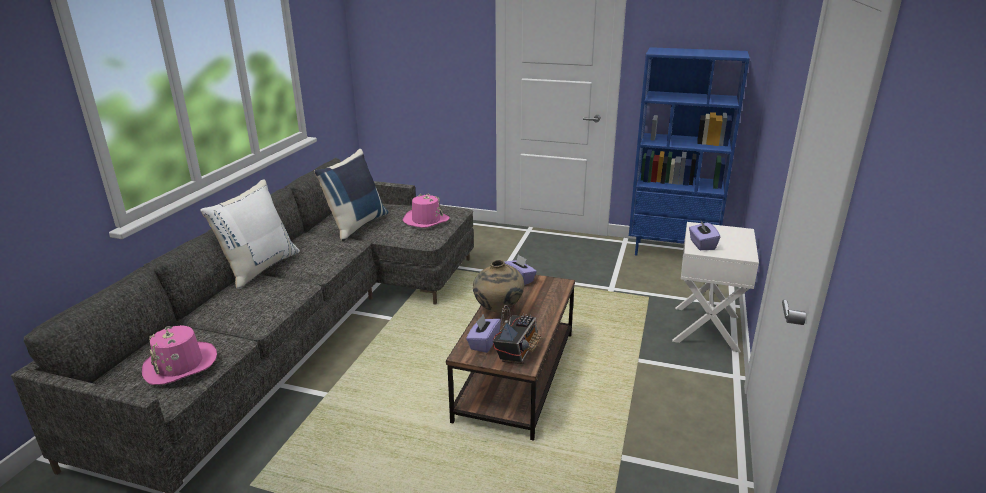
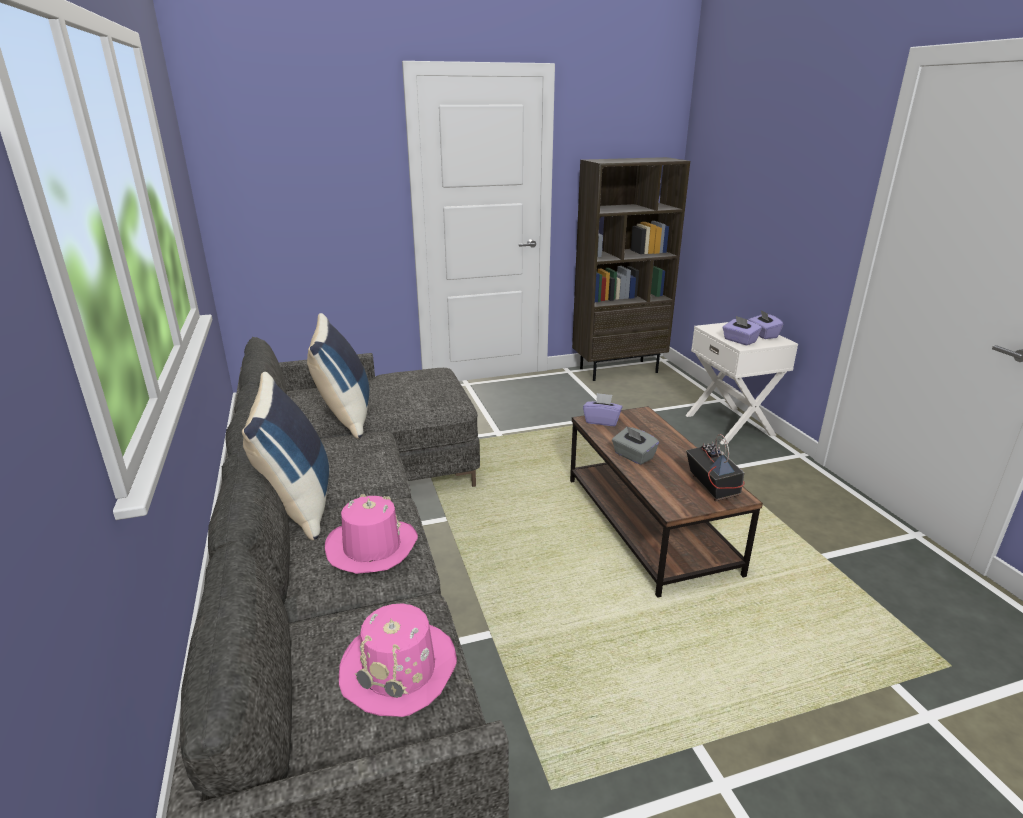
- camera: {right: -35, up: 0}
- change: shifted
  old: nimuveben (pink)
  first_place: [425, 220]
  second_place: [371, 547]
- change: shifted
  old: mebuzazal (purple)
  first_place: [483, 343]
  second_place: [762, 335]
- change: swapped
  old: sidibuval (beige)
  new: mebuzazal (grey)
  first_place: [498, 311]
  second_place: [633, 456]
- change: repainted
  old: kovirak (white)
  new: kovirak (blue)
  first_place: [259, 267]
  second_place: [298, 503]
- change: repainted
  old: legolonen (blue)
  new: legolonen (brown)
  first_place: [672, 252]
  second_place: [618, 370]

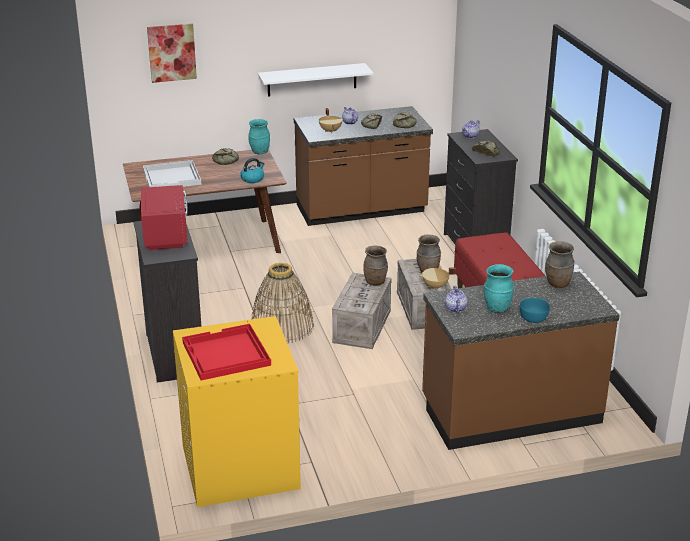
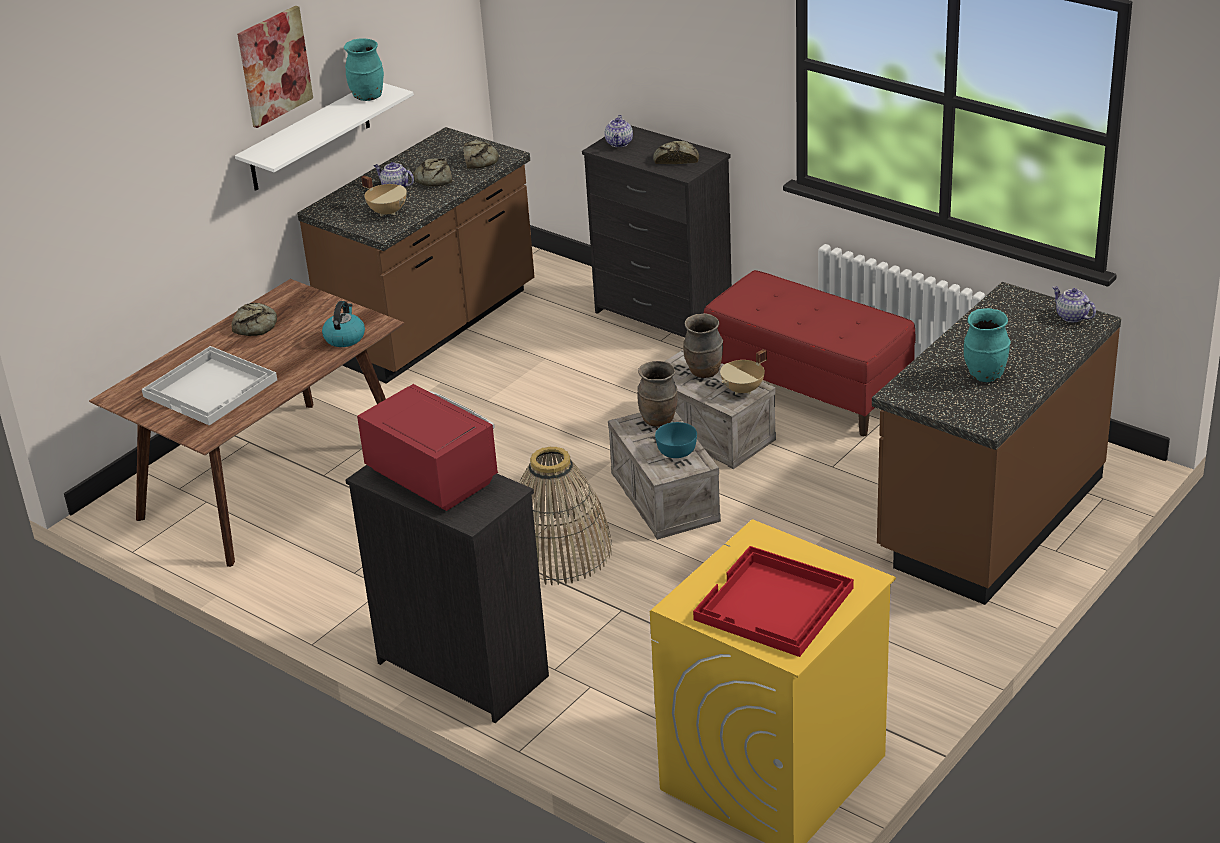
- camera: {right: -35, up: 5}
- change: gone
  old: sidibuval (brown)
  first_place: [558, 284]
- change: shifted
  old: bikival
  first_place: [172, 52]
  second_place: [274, 66]
- change: shifted
  old: sidibuval (turquoise)
  first_place: [260, 152]
  second_place: [368, 97]
- change: shifted
  old: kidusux
  first_place: [455, 308]
  second_place: [1071, 316]
- change: shifted
  old: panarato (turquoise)
  first_place: [533, 318]
  second_place: [676, 451]

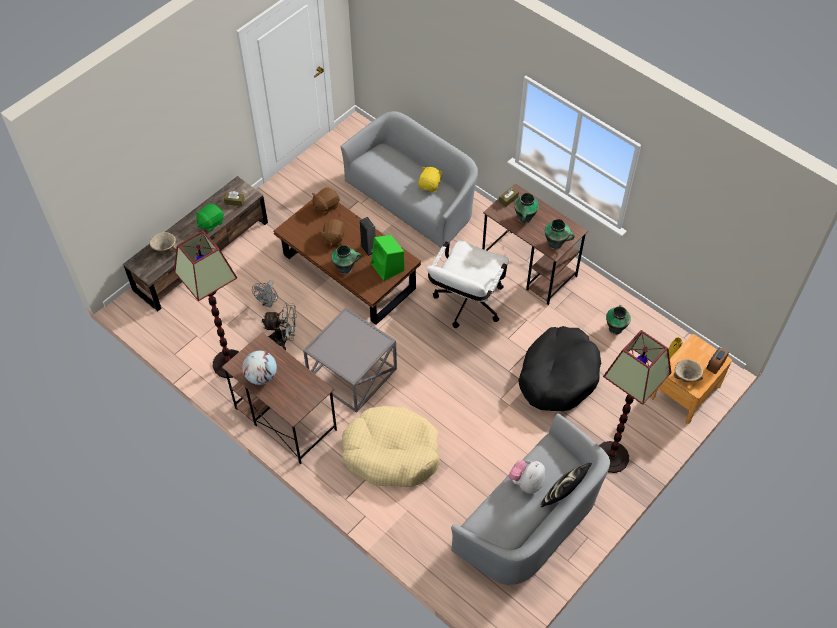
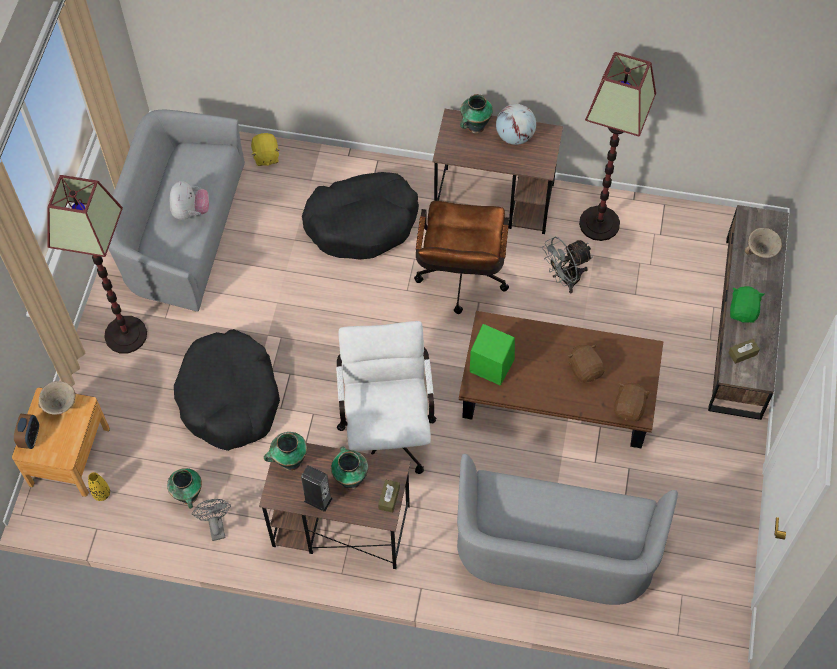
- camera: {right: 150, up: 5}
- change: gone
  old: kovirak
  first_place: [563, 495]
- change: shifted
  old: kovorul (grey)
  first_place: [268, 303]
  second_place: [215, 526]
- change: shifted
  old: sidibuval
  first_place: [346, 269]
  second_place: [475, 127]
- change: shifted
  old: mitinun
  first_place: [368, 248]
  second_place: [318, 500]
- change: shifted
  old: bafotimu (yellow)
  first_place: [430, 185]
  second_place: [266, 156]
- change: swapped
  old: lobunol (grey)
  new: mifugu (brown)
  first_place: [353, 373]
  second_place: [461, 281]
- change: repainted
  old: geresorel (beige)
  new: geresorel (black)
  first_place: [391, 453]
  second_place: [362, 223]

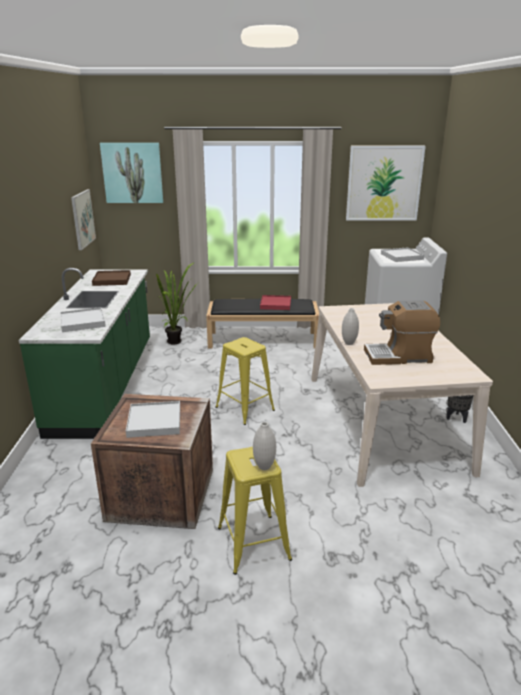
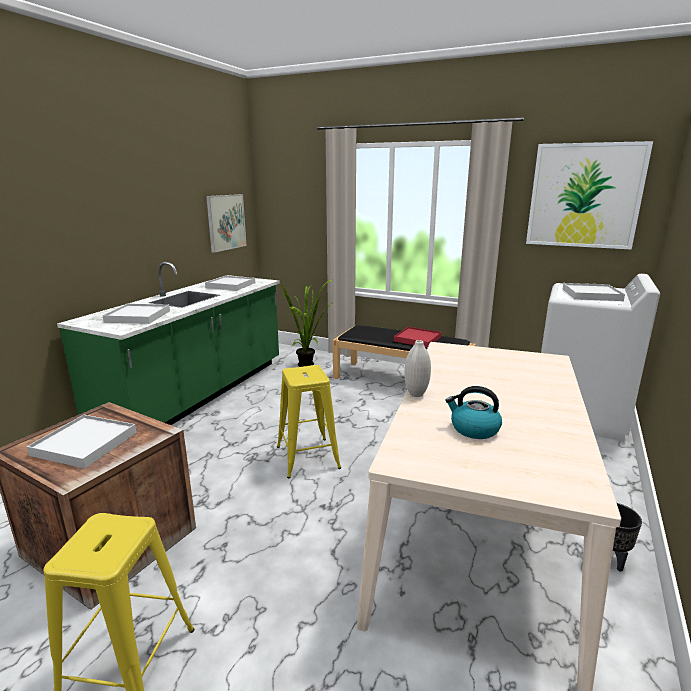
- camera: {right: 25, up: -5}
- change: gone
  old: bikival
  first_place: [132, 173]
- change: gone
  old: sidibuval (white)
  first_place: [264, 466]
- change: swapped
  old: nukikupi
  new: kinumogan
  first_place: [399, 356]
  second_place: [474, 429]
- change: repainted
  old: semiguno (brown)
  new: semiguno (white)
  first_place: [112, 280]
  second_place: [230, 285]

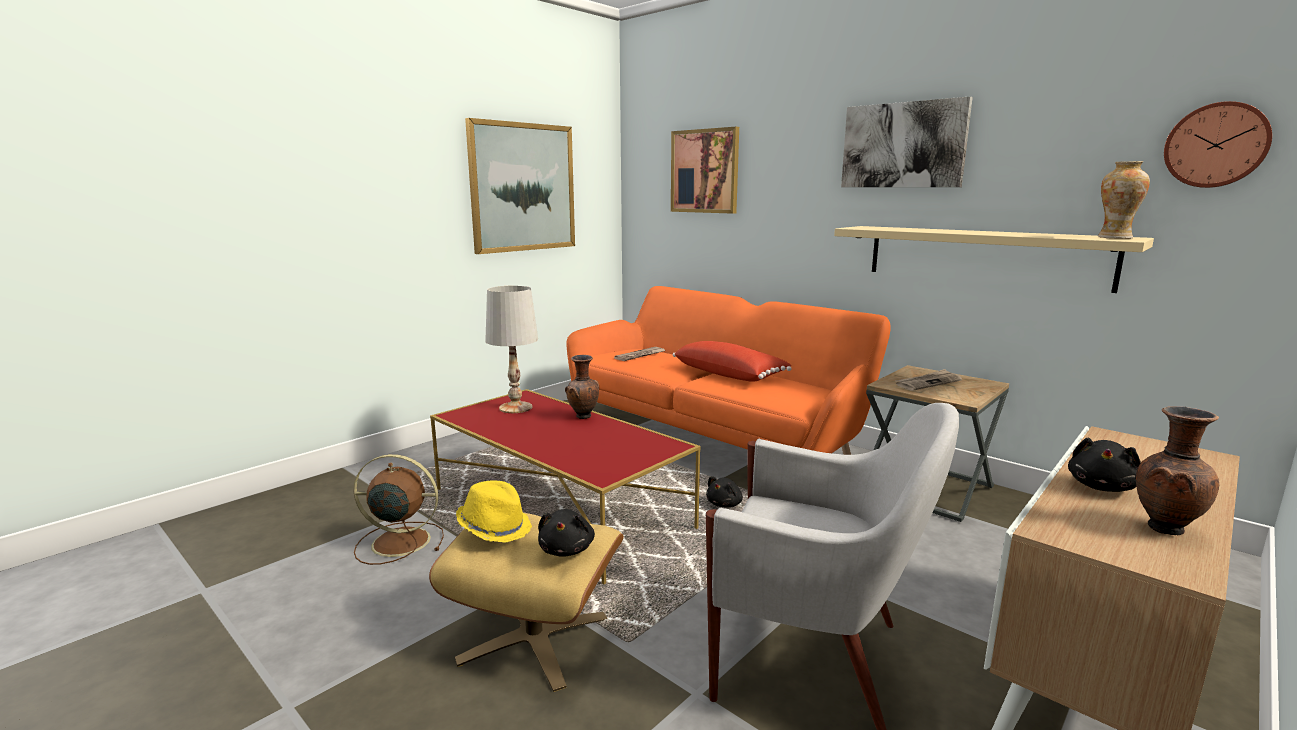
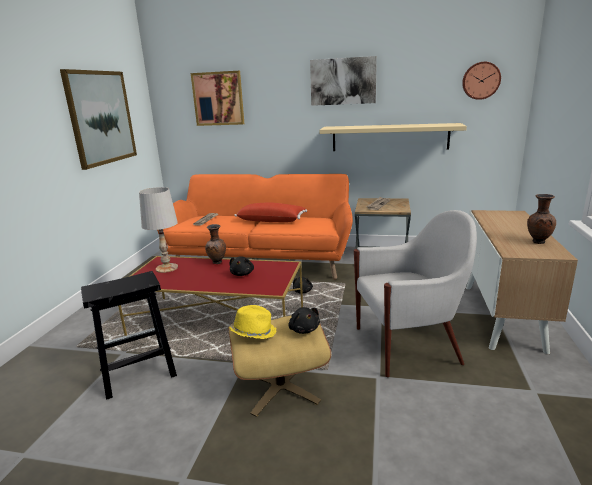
- camera: {right: -30, up: 5}
- change: gone
  old: sidibuval
  first_place: [1115, 237]
- change: shifted
  old: bafotimu (black)
  first_place: [1102, 487]
  second_place: [242, 274]
- change: swapped
  old: kovorul (brown)
  new: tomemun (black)
  first_place: [398, 542]
  second_place: [137, 373]

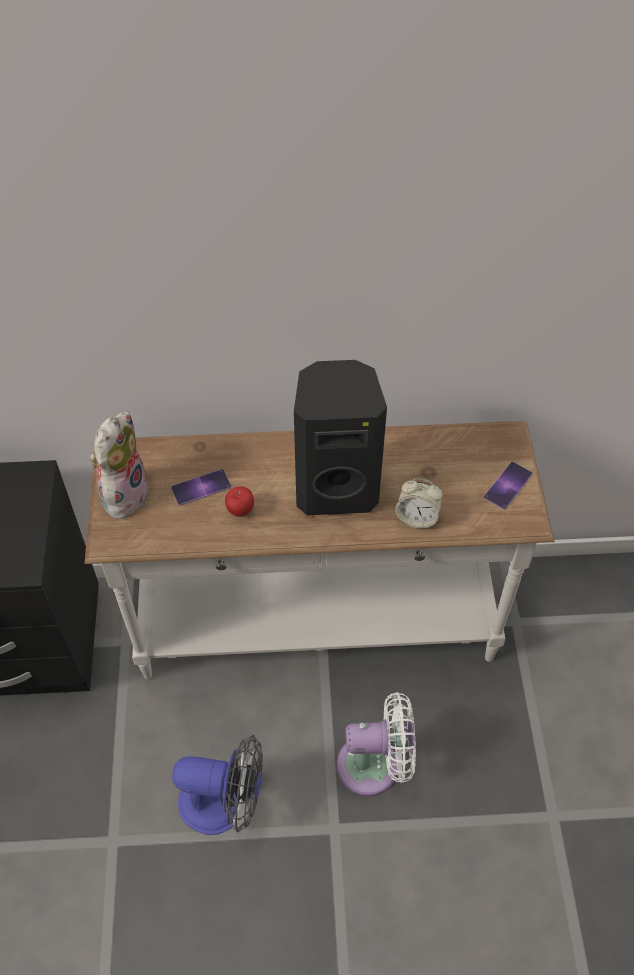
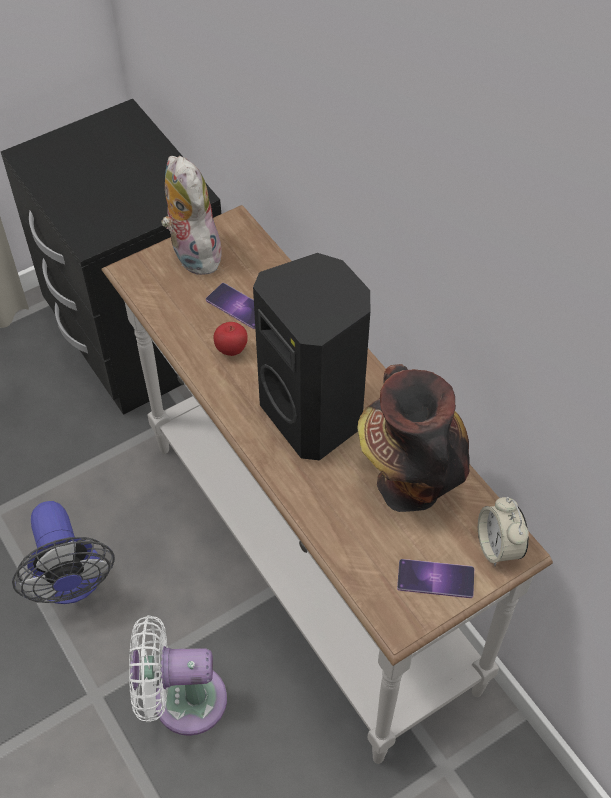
- camera: {right: 60, up: 0}
- change: new
  new: sidibuval
  second_place: [407, 483]
- change: shifted
  old: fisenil
  first_place: [417, 518]
  second_place: [498, 547]
- change: rotated
  old: bafotimu
  first_place: [123, 493]
  second_place: [192, 254]
  degrees: -105
- change: rotated
  old: kovorul (white)
  first_place: [375, 765]
  second_place: [181, 700]
  degrees: 120

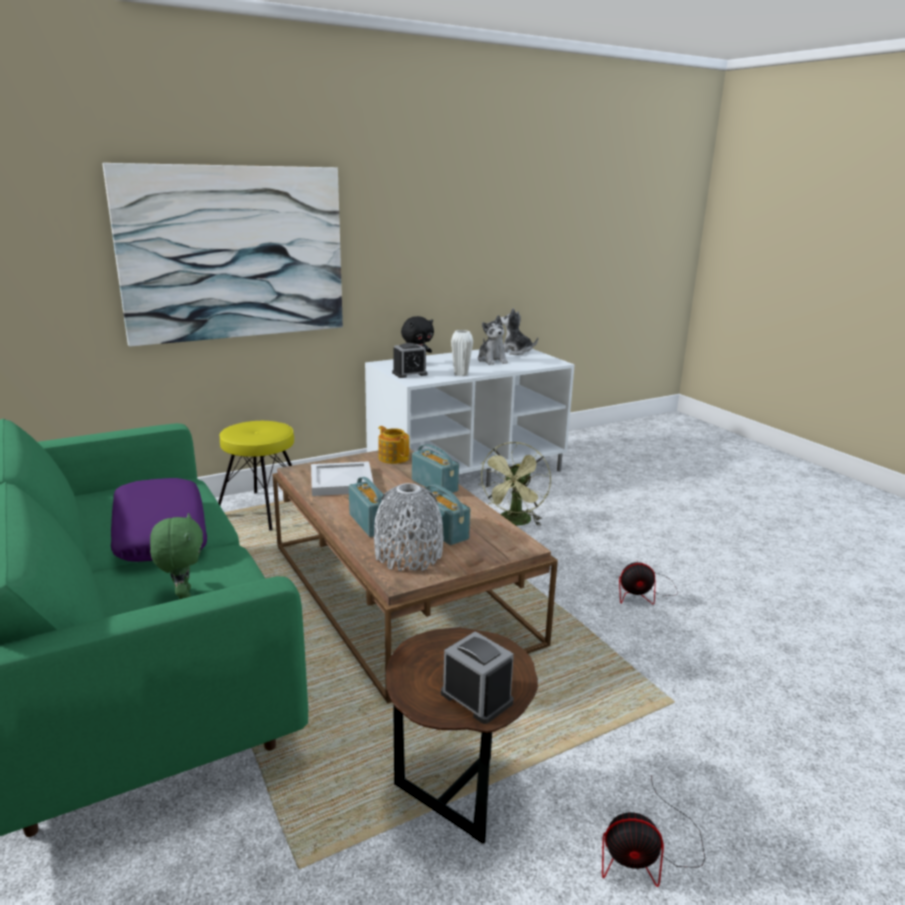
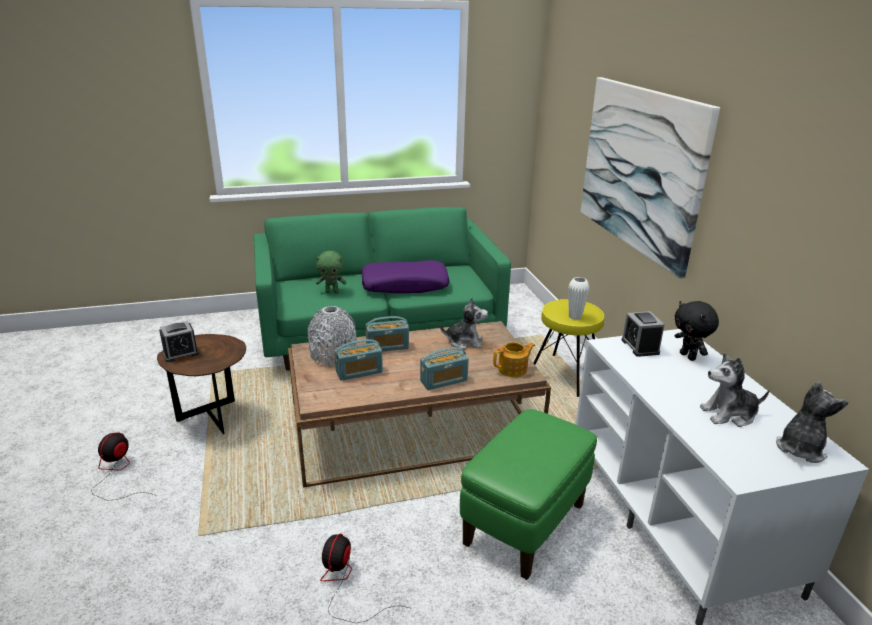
- camera: {right: 105, up: 5}
- change: shifted
  old: sidibuval (white)
  first_place: [461, 374]
  second_place: [575, 316]
- change: swapped
  old: semiguno (white)
  new: bafotimu
  first_place: [340, 482]
  second_place: [464, 342]
- change: swapped
  old: kovorul (green)
  new: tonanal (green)
  first_place: [514, 522]
  second_place: [524, 525]

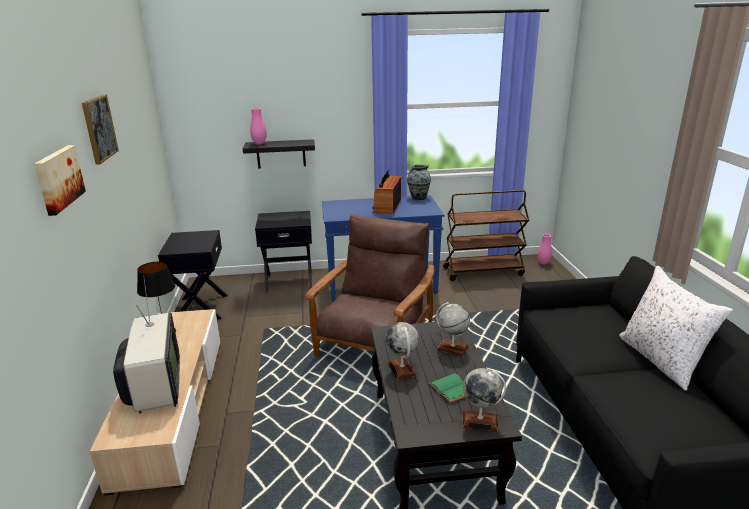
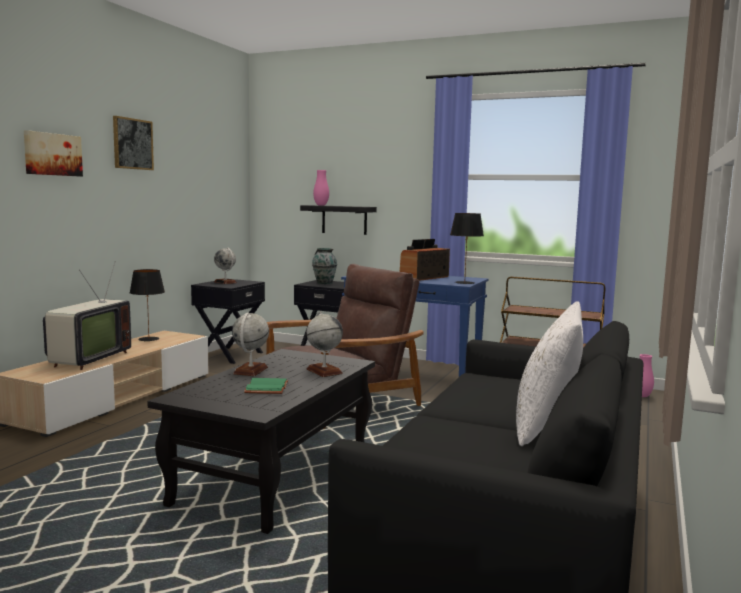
- camera: {right: 30, up: -15}
- change: new
  new: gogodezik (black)
  second_place: [464, 282]
- change: shifted
  old: sidibuval
  first_place: [418, 198]
  second_place: [324, 283]
- change: shifted
  old: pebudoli
  first_place: [480, 421]
  second_place: [225, 282]

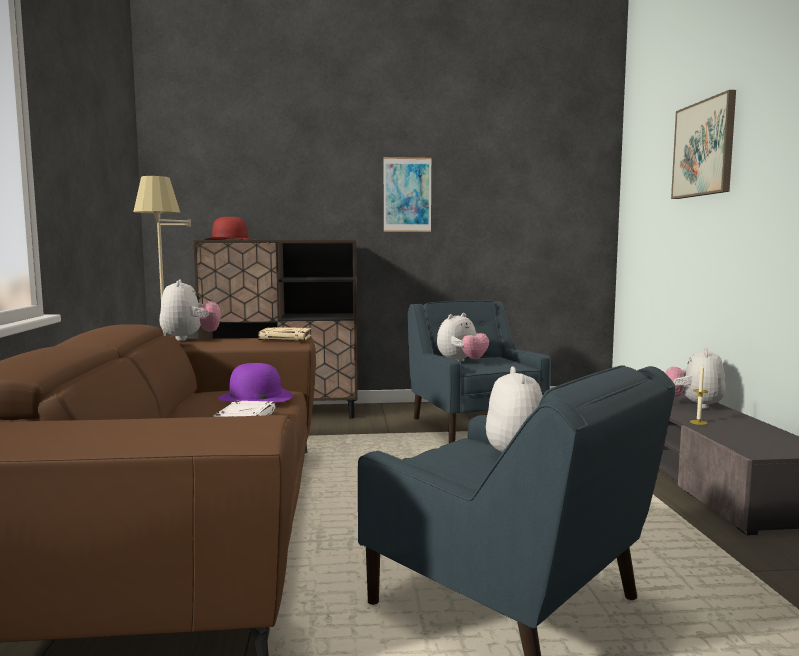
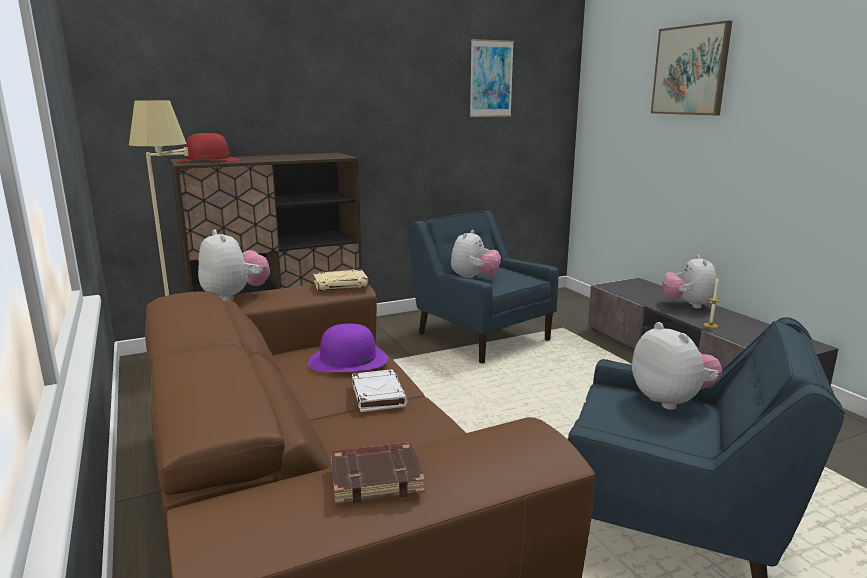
- camera: {right: -20, up: 10}
- change: new
  new: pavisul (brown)
  second_place: [376, 477]
- change: shifted
  old: bikival
  first_place: [407, 195]
  second_place: [491, 79]

